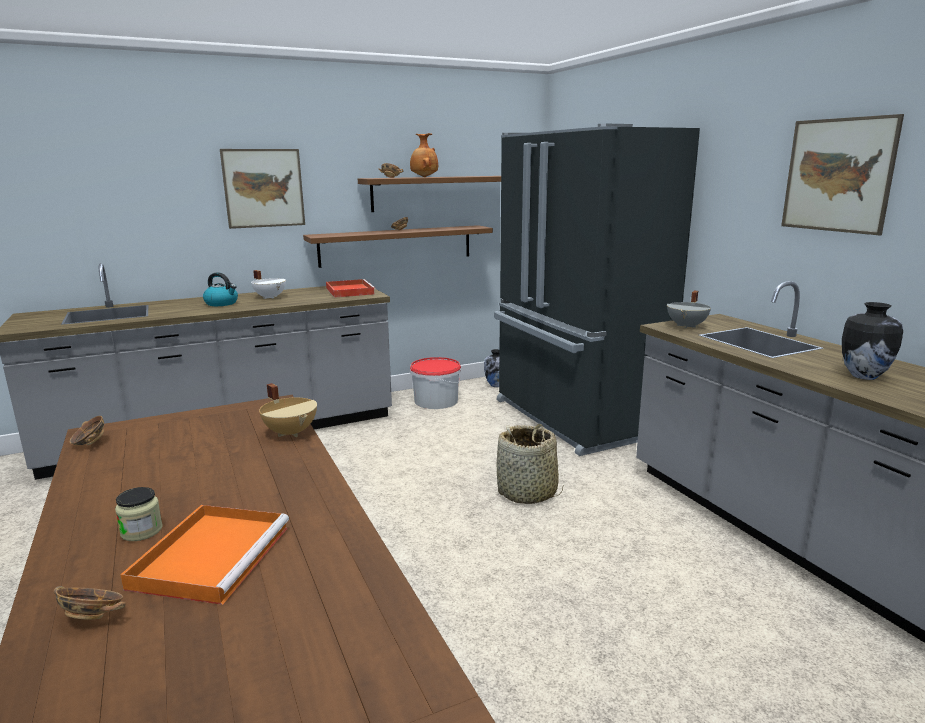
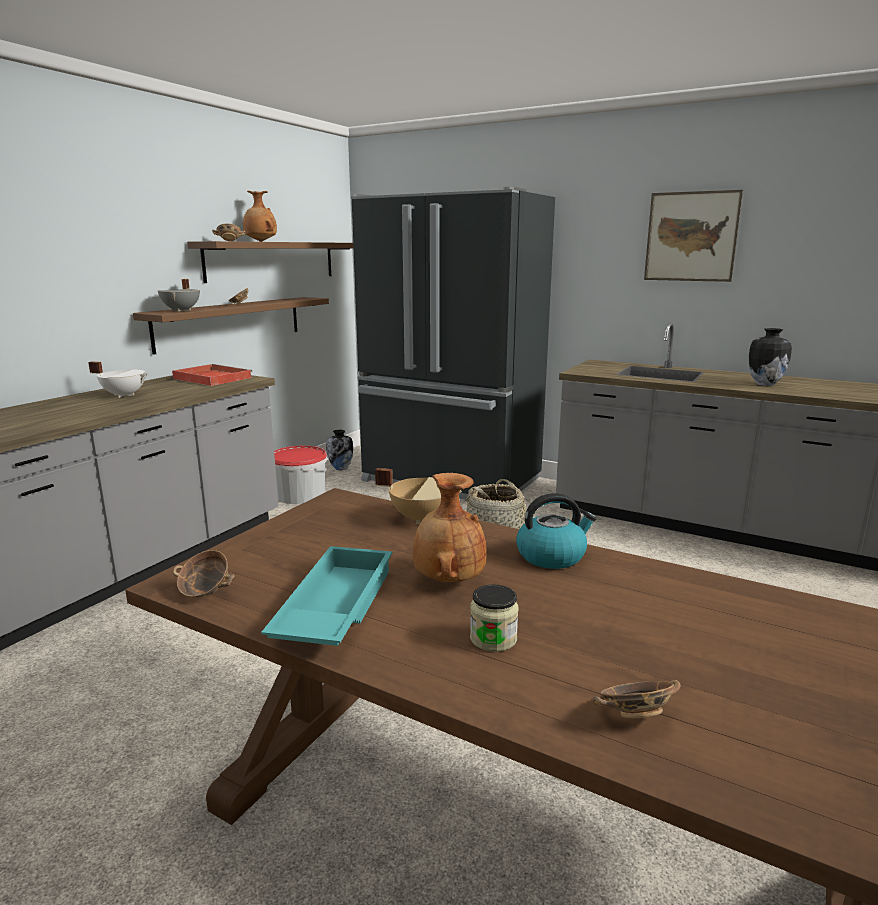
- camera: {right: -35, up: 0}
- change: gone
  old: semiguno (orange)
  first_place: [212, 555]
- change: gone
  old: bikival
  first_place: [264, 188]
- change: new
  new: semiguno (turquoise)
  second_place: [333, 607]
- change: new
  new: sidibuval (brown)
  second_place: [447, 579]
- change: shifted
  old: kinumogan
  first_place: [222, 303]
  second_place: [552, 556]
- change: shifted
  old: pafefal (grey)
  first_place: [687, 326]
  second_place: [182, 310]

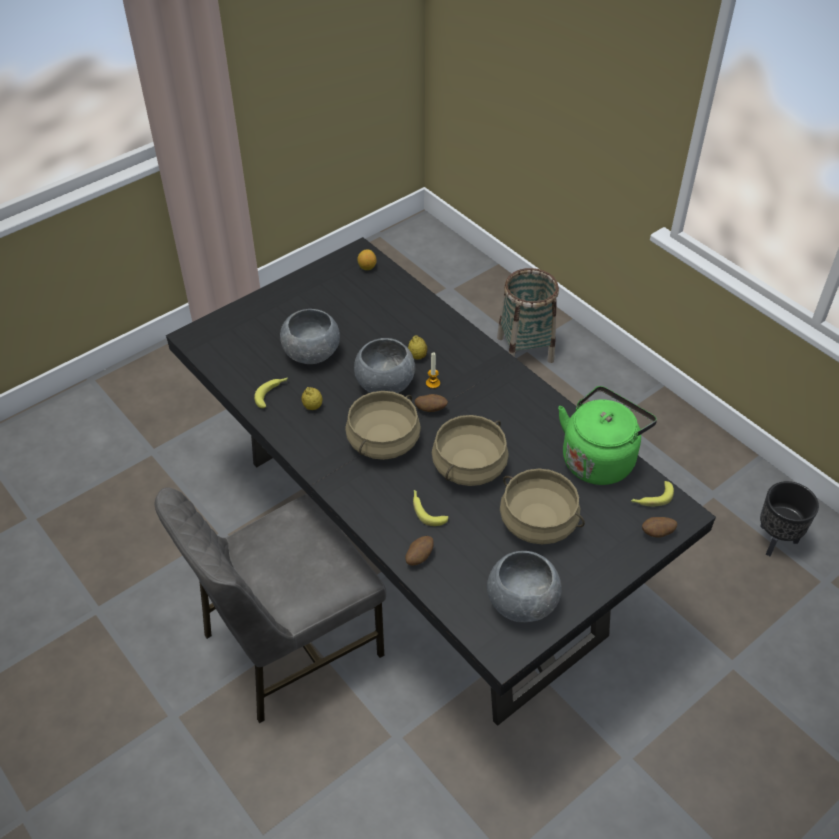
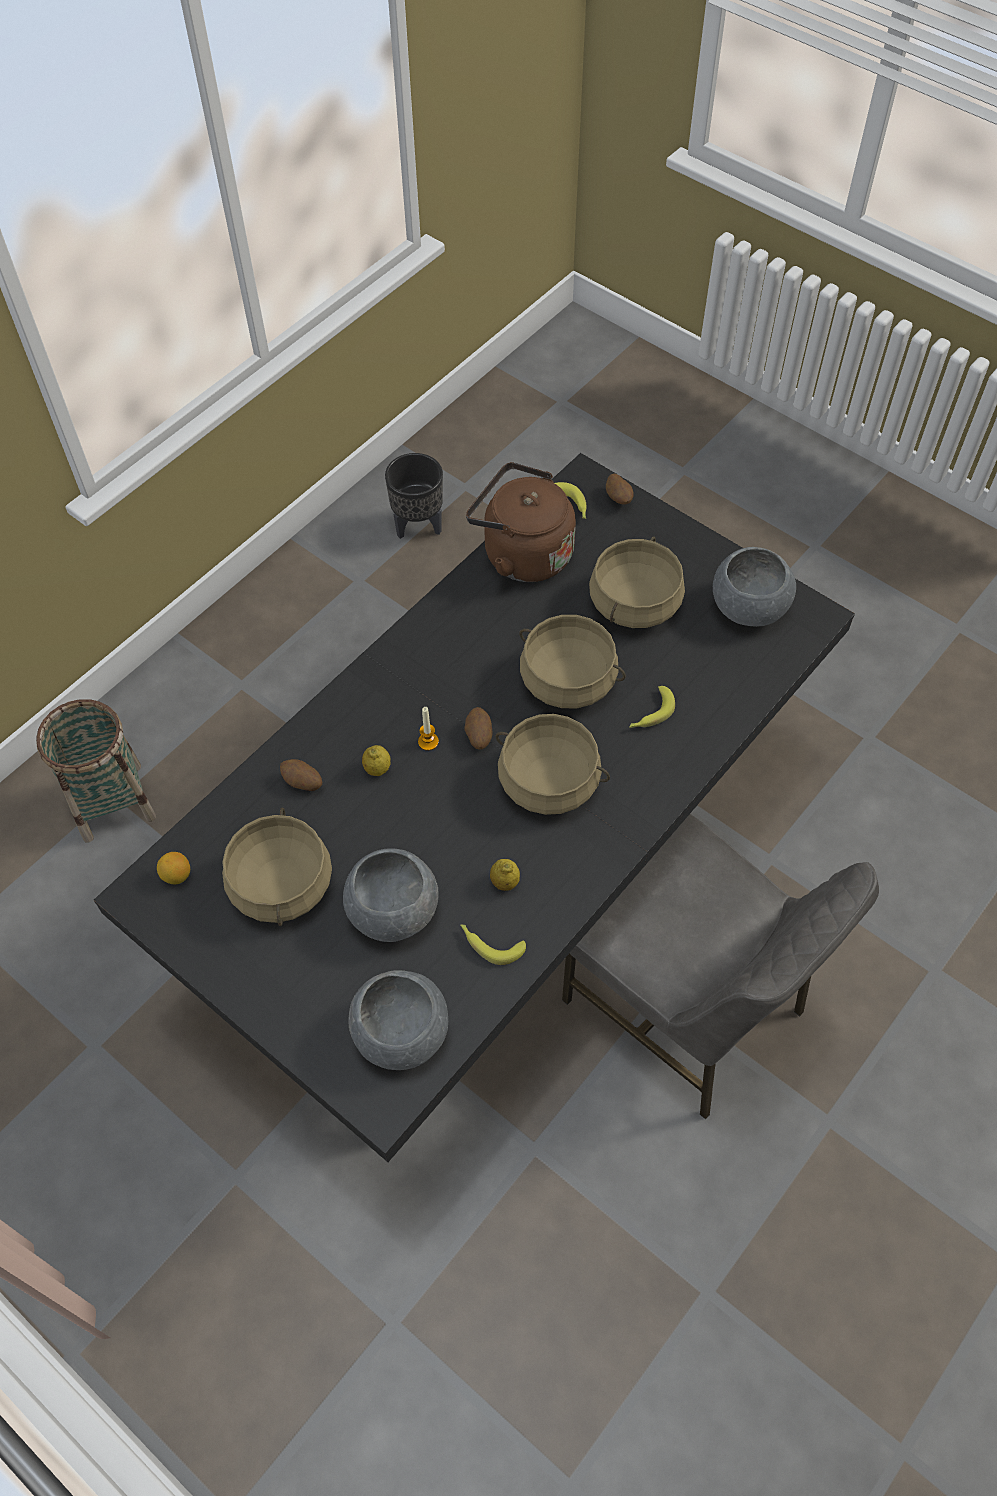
- camera: {right: -100, up: 10}
- change: new
  new: pafefal (beige)
  second_place: [282, 884]
- change: shifted
  old: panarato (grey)
  first_place: [384, 383]
  second_place: [400, 1033]
- change: shifted
  old: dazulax
  first_place: [419, 557]
  second_place: [302, 783]
- change: repainted
  old: kinumogan (green)
  new: kinumogan (brown)
  first_place: [599, 458]
  second_place: [522, 553]

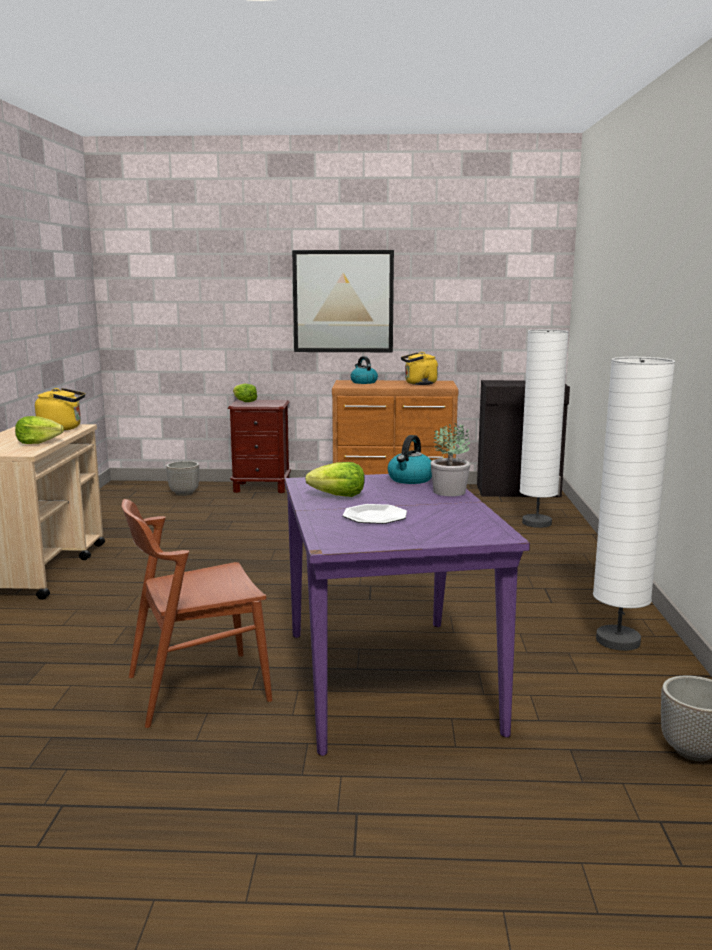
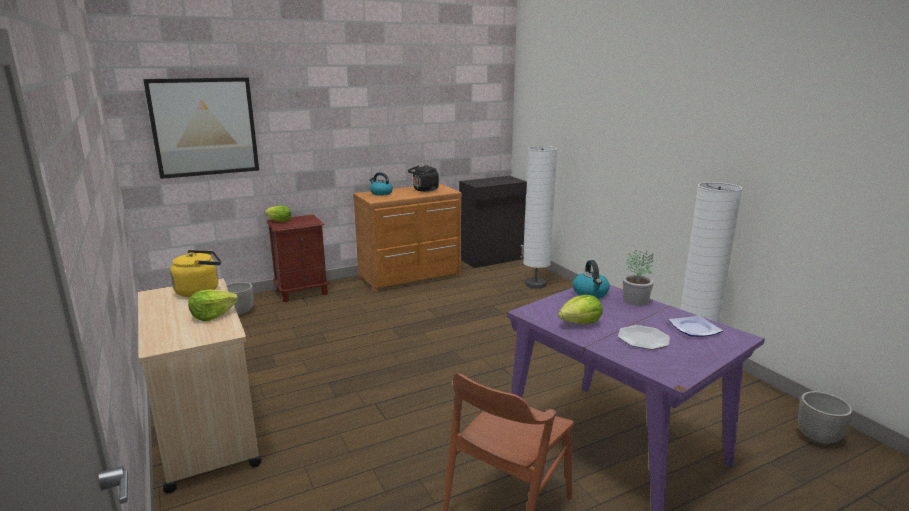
- camera: {right: -30, up: 5}
- change: new
  new: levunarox
  second_place: [693, 329]
- change: shifted
  old: bikival
  first_place: [343, 301]
  second_place: [204, 127]
- change: repainted
  old: kinumogan (yellow)
  new: kinumogan (black)
  first_place: [418, 384]
  second_place: [424, 190]

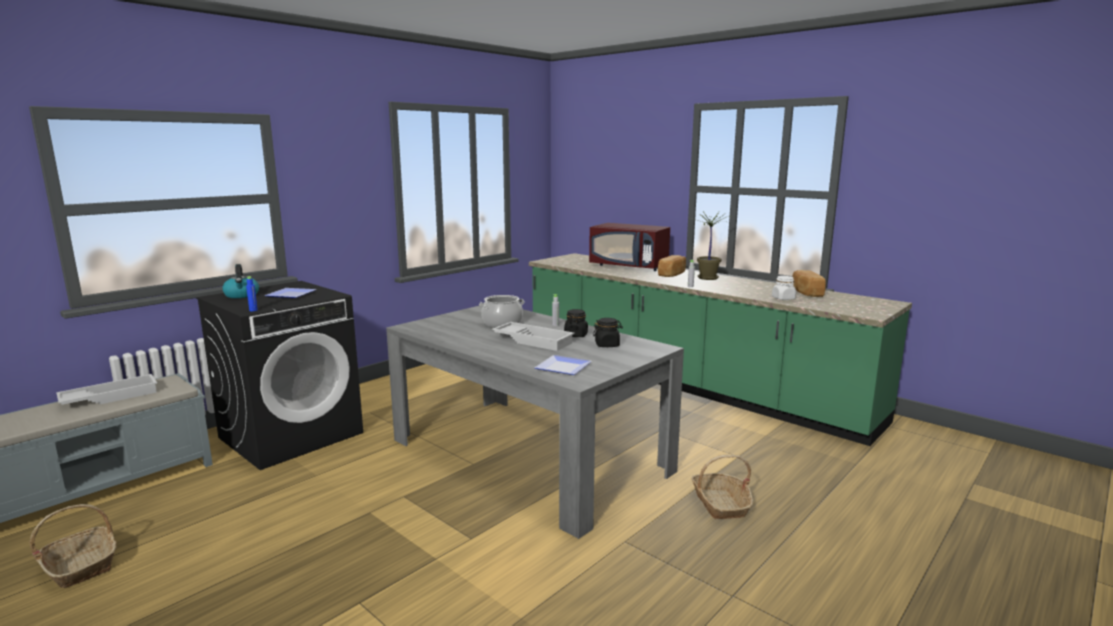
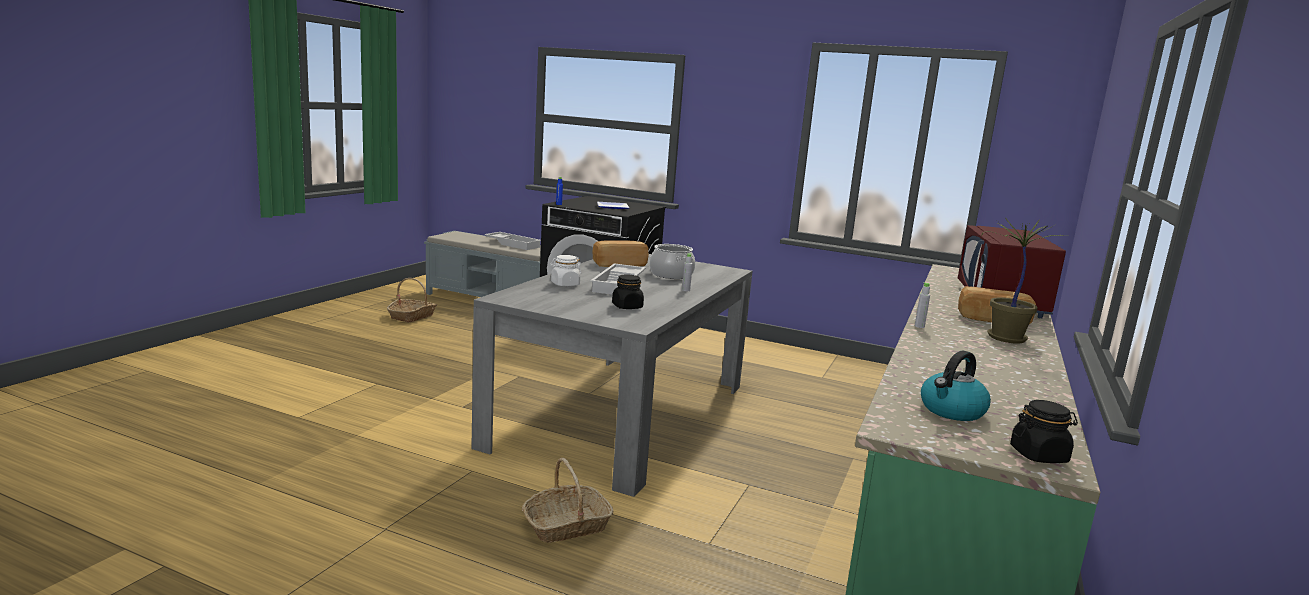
- camera: {right: 70, up: 0}
- change: gone
  old: levunarox
  first_place: [562, 367]
- change: shifted
  old: kinumogan
  first_place: [242, 295]
  second_place: [952, 411]
- change: shifted
  old: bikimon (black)
  first_place: [576, 335]
  second_place: [1039, 455]
- change: shifted
  old: bikimon (white)
  first_place: [783, 298]
  second_place: [565, 284]
- change: shifted
  old: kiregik
  first_place: [806, 292]
  second_place: [619, 264]

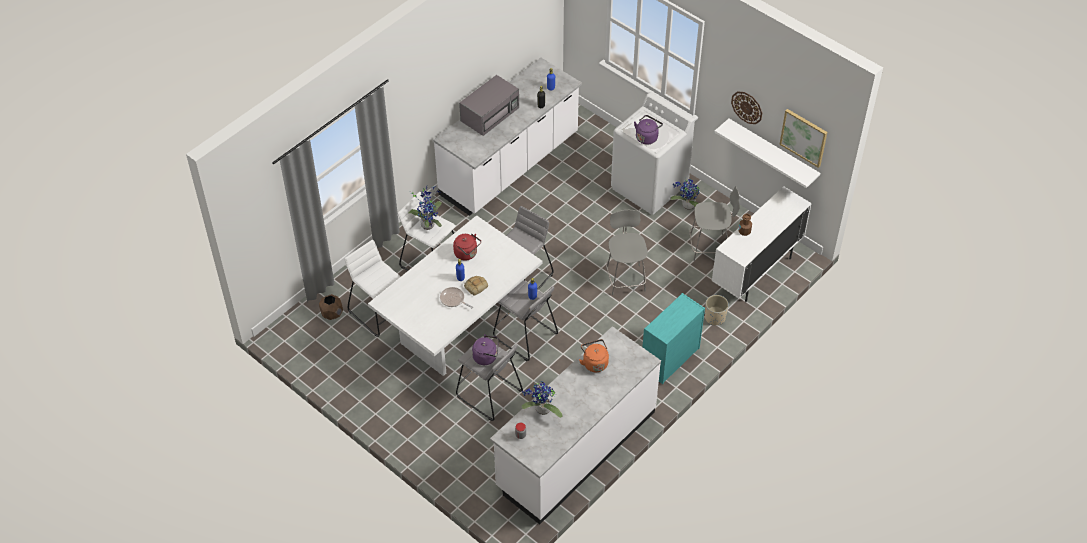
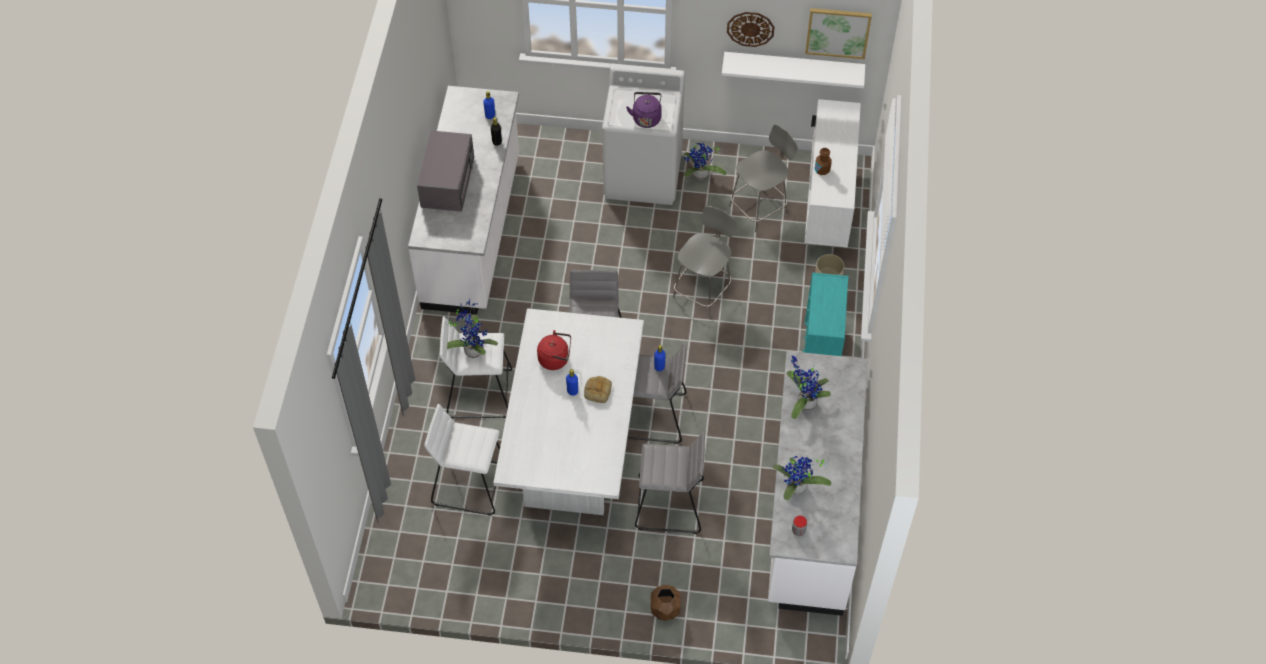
- camera: {right: -35, up: 5}
- change: gone
  old: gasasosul
  first_place: [453, 299]
- change: gone
  old: kinumogan (purple)
  first_place: [486, 357]
- change: shifted
  old: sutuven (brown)
  first_place: [332, 313]
  second_place: [665, 609]
- change: swapped
  old: kinumogan (orange)
  new: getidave
  first_place: [594, 363]
  second_place: [804, 402]
- change: rotated
  old: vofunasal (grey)
  first_place: [625, 278]
  second_place: [703, 290]
  degrees: 75

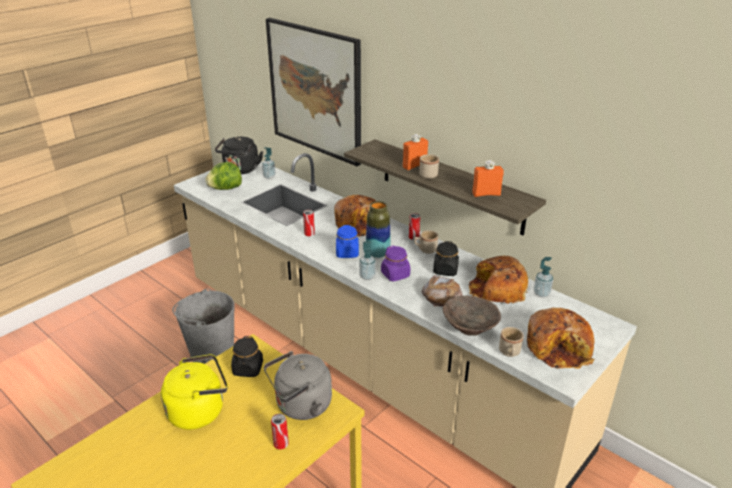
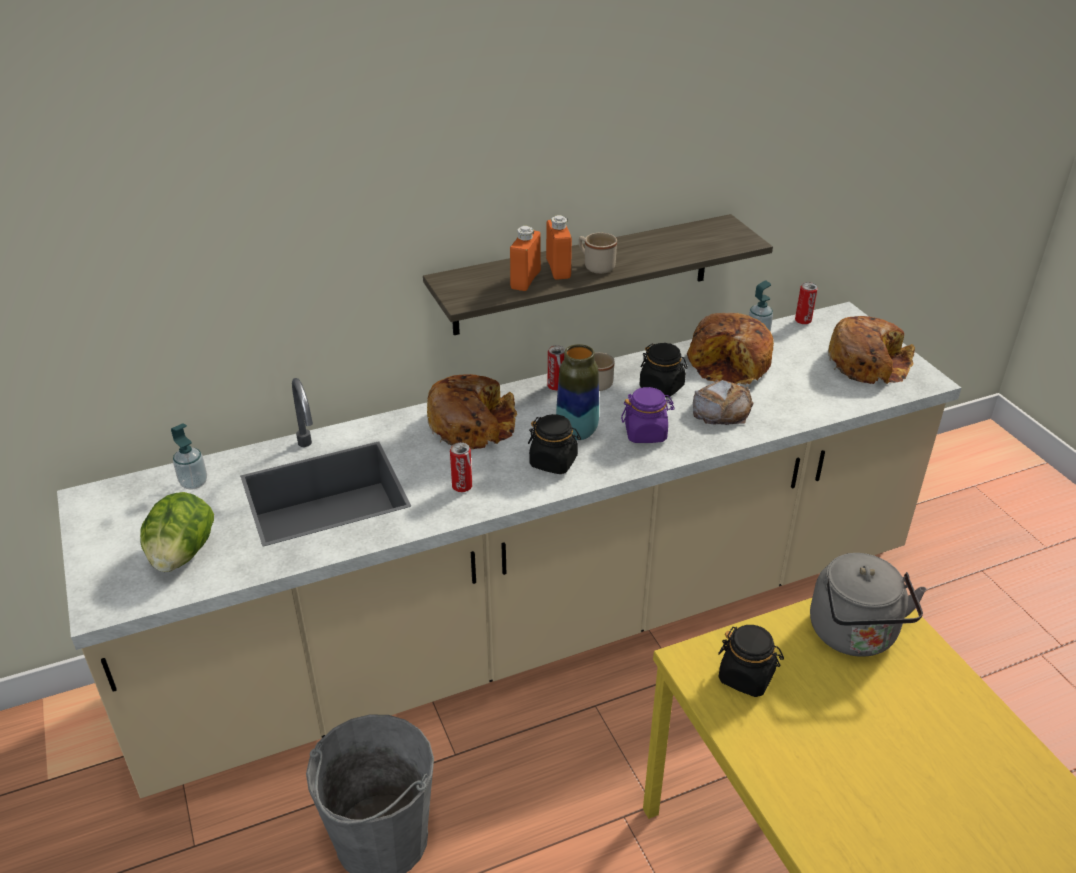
- camera: {right: -65, up: 5}
- change: gone
  old: kinumogan (yellow)
  first_place: [199, 410]
- change: gone
  old: kinumogan (black)
  first_place: [241, 170]
- change: gone
  old: bikival
  first_place: [315, 90]
- change: gone
  old: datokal
  first_place: [367, 276]
- change: gone
  old: panarato (brown)
  first_place: [469, 328]
- change: gone
  old: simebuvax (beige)
  first_place: [509, 353]
- change: shifted
  old: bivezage
  first_place: [281, 444]
  second_place: [803, 321]
- change: shifted
  old: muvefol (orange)
  first_place: [486, 194]
  second_place: [525, 280]
- change: repainted
  old: bikimon (blue)
  new: bikimon (black)
  first_place: [347, 253]
  second_place: [553, 462]

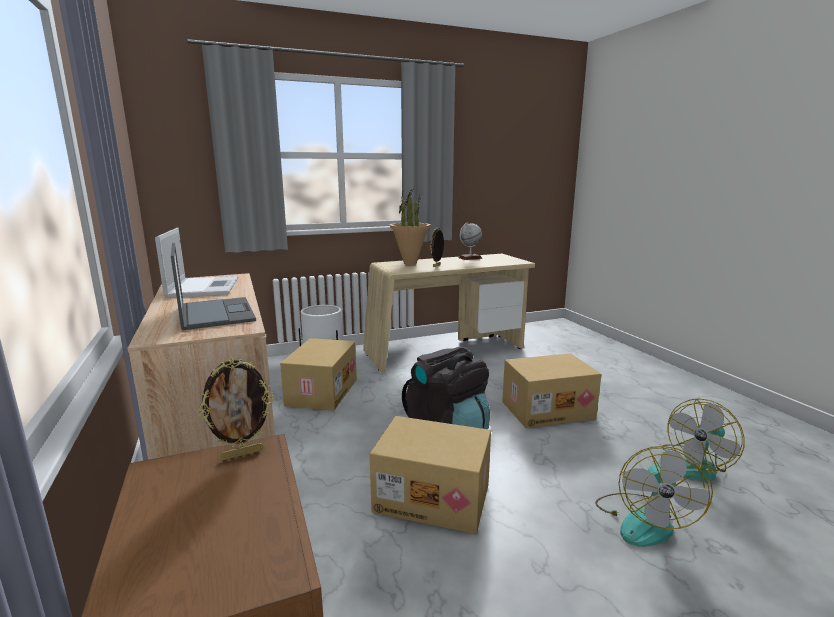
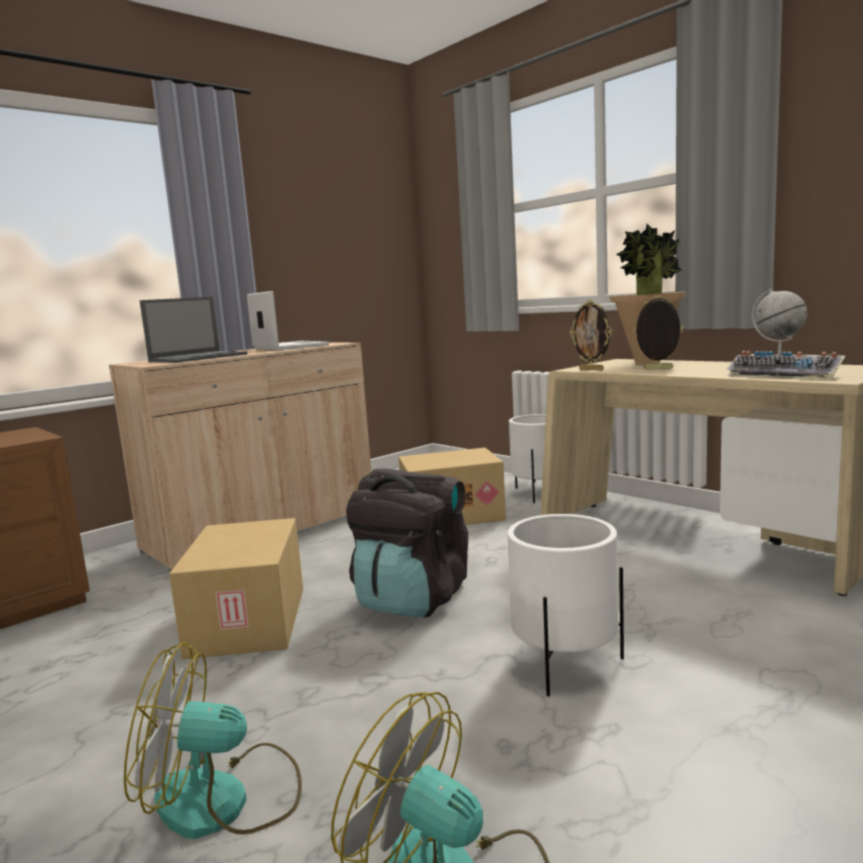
- camera: {right: 70, up: -5}
- change: new
  new: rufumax
  second_place: [786, 375]
- change: shifted
  old: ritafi
  first_place: [242, 453]
  second_place: [592, 369]
- change: swapped
  old: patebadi
  new: sutuven (white)
  first_place: [547, 409]
  second_place: [565, 663]
- change: rotated
  old: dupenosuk
  first_place: [204, 287]
  second_place: [289, 347]
  degrees: -90

